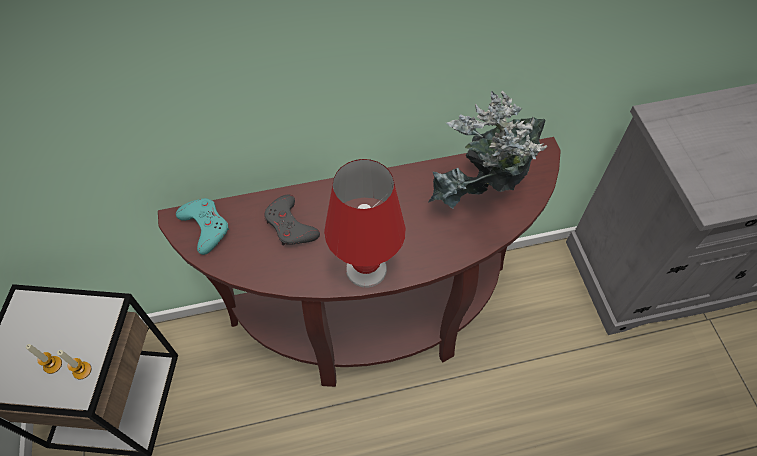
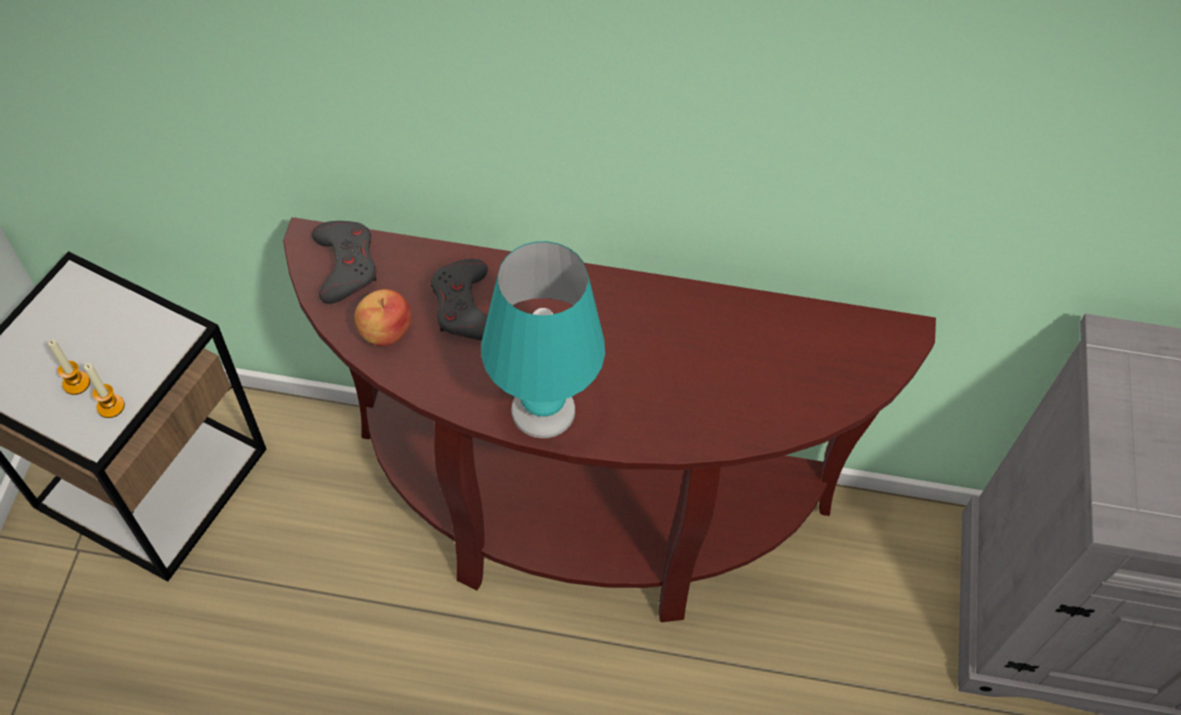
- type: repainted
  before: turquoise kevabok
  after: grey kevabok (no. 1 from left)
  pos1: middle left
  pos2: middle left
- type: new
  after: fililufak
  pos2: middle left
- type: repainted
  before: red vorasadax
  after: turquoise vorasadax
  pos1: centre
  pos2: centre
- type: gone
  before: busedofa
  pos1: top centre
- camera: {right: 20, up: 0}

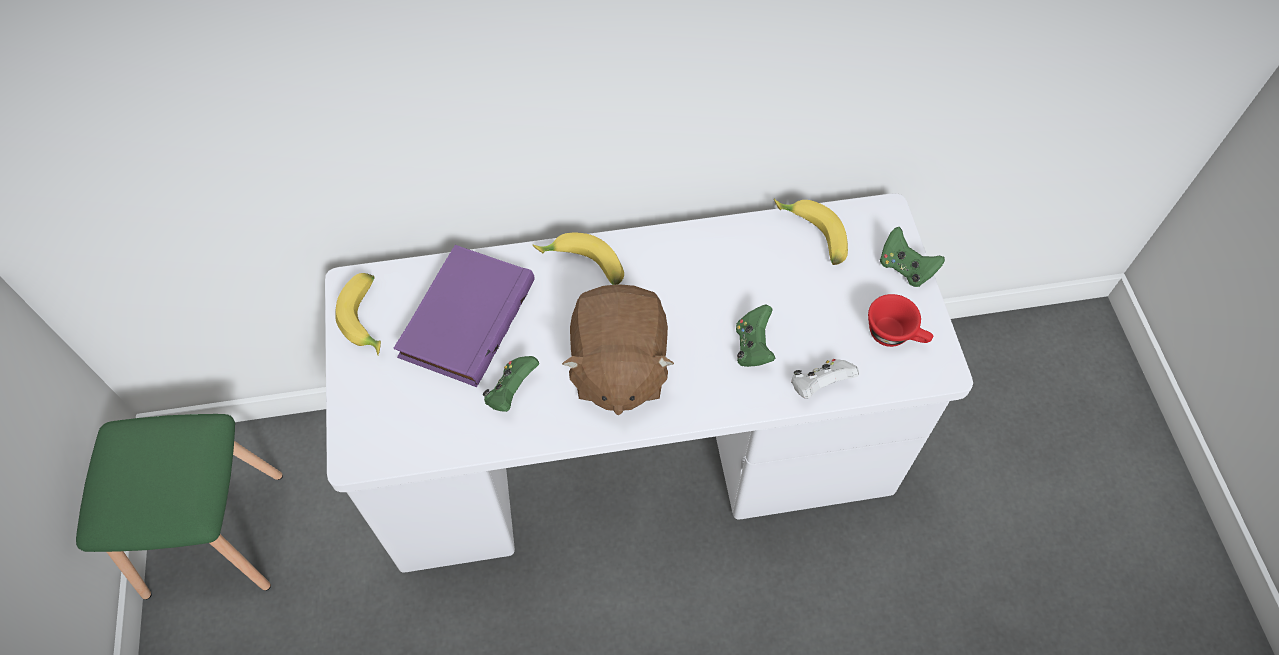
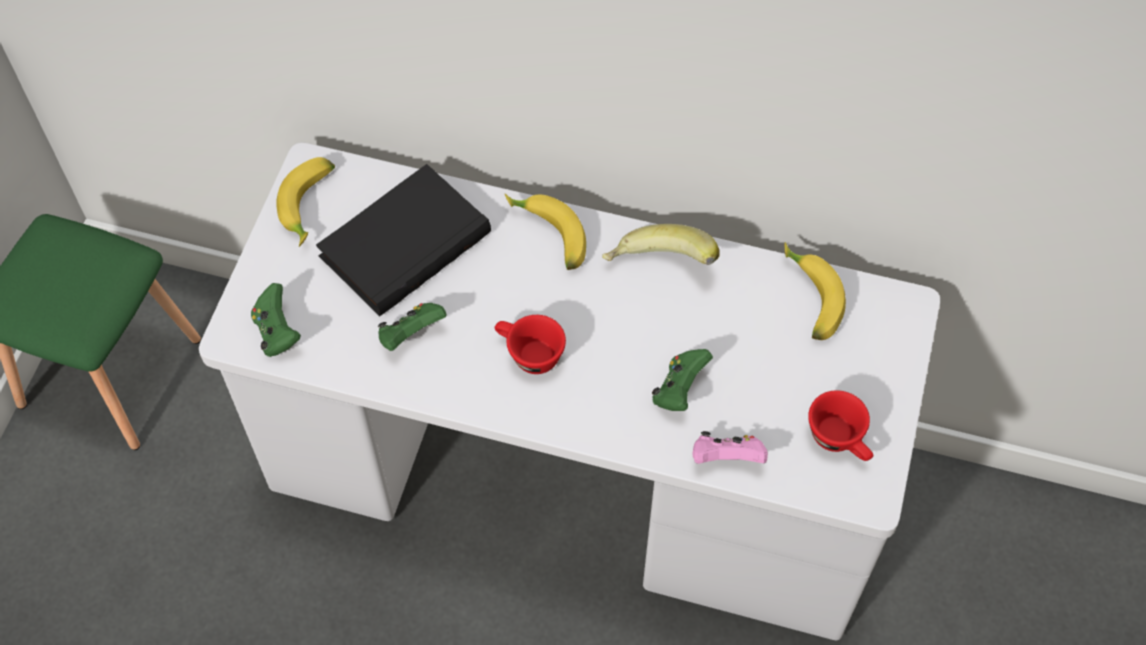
- type: shifted
  before: green kevabok (no. 3 from left in the first image)
  after: green kevabok (no. 1 from left)
  pos1: middle right
  pos2: middle left
- type: repainted
  before: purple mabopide
  after: black mabopide
  pos1: centre
  pos2: centre
- type: swapped
  before: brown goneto
  after: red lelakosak (no. 1 from left)
  pos1: centre
  pos2: centre
- type: new
  after: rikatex (no. 3 from left)
  pos2: centre
- type: repainted
  before: white kevabok
  after: pink kevabok
  pos1: centre
  pos2: bottom centre
- camera: {right: 25, up: 0}

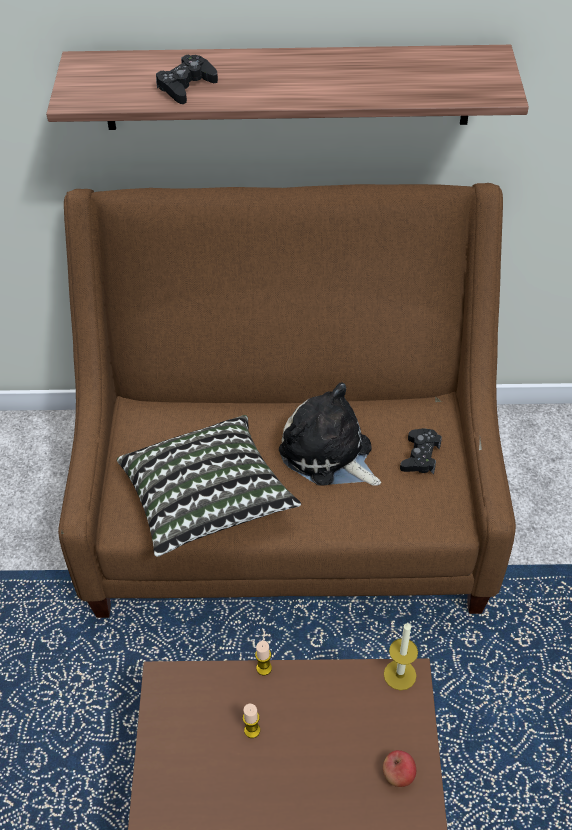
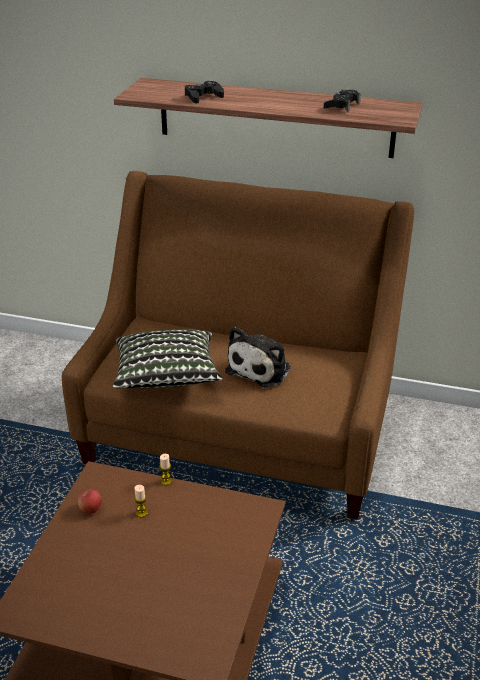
- type: shifted
  before: fililufak
  pos1: bottom right
  pos2: bottom left
- type: rotated
  before: goneto
  pos1: centre
  pos2: centre
  turn: -120
- type: shifted
  before: black kevabok (no. 2 from left)
  pos1: middle right
  pos2: top right
- type: gone
  before: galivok (no. 3 from left)
  pos1: bottom right
- camera: {right: 15, up: -15}

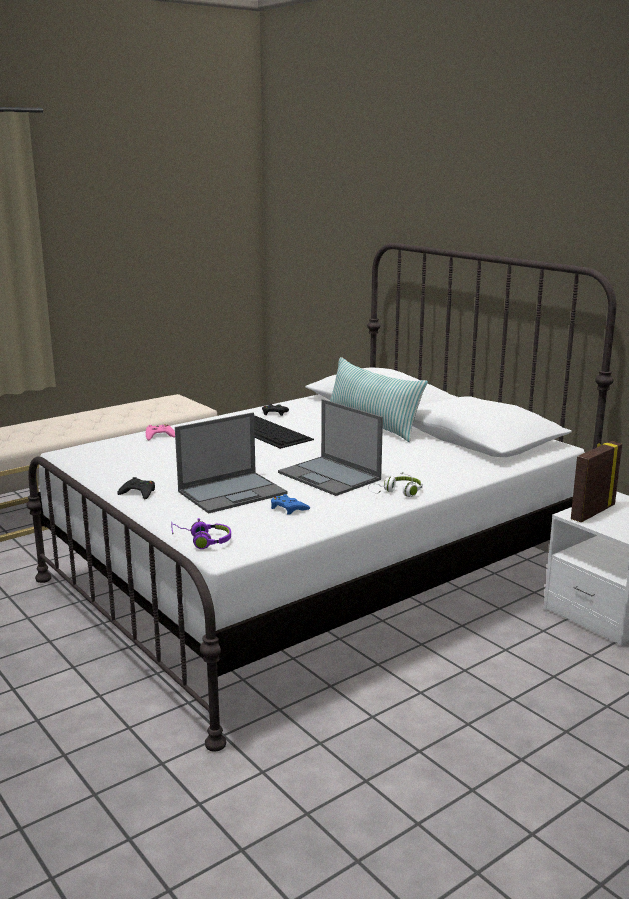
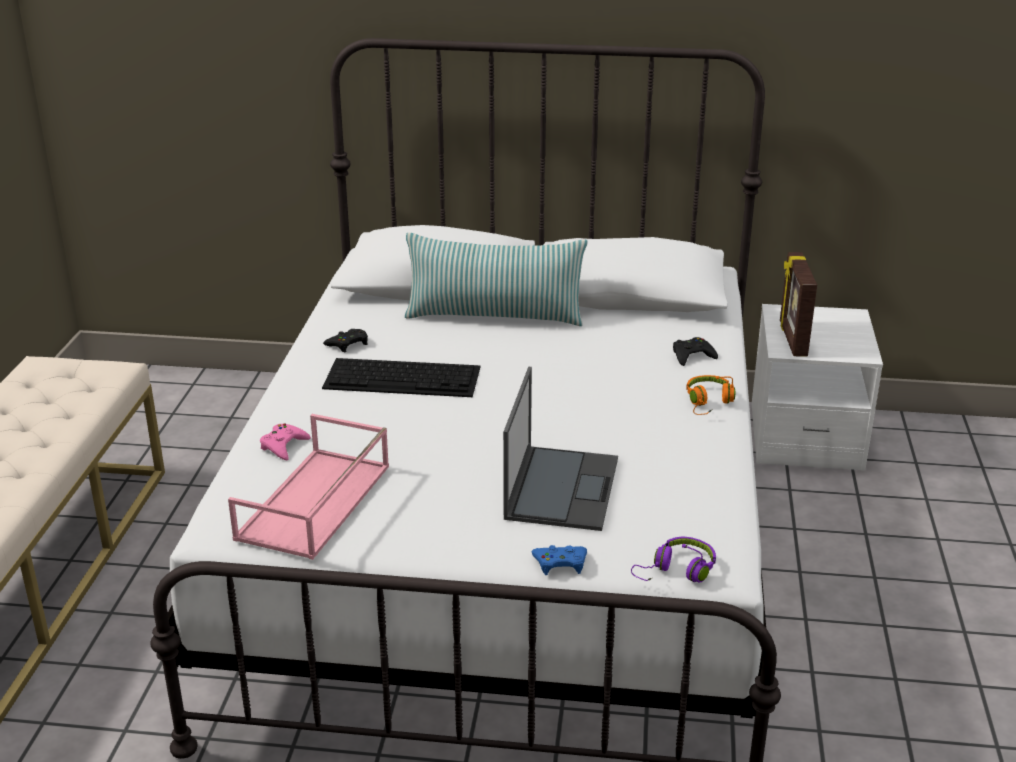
- type: new
  after: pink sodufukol
  pos2: middle left
- type: shifted
  before: blue kevabok
  pos1: centre
  pos2: bottom centre
- type: shifted
  before: black kevabok (no. 1 from left in the first image)
  after: black kevabok (no. 2 from left)
  pos1: middle left
  pos2: middle right
- type: repainted
  before: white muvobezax
  after: orange muvobezax
  pos1: centre
  pos2: middle right
- type: gone
  before: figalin (no. 2 from left)
  pos1: centre
- camera: {right: -45, up: 10}

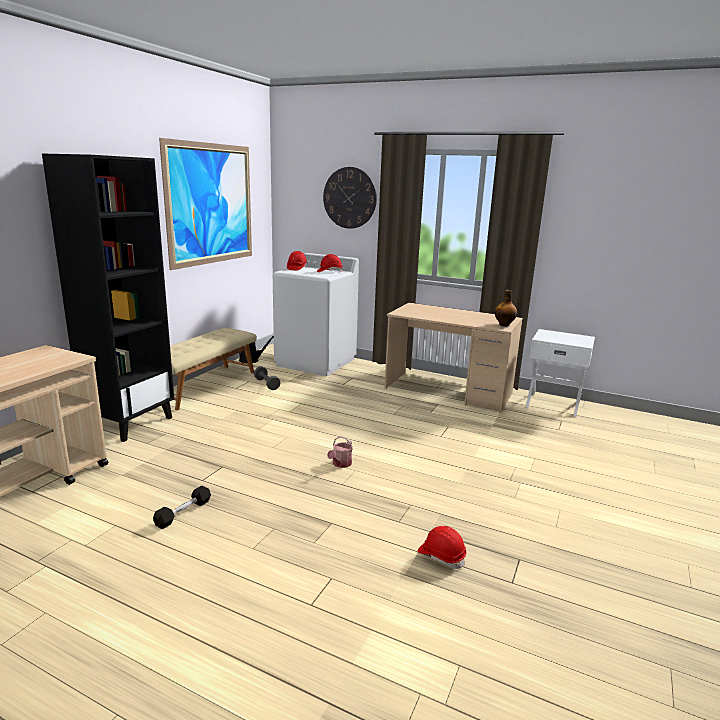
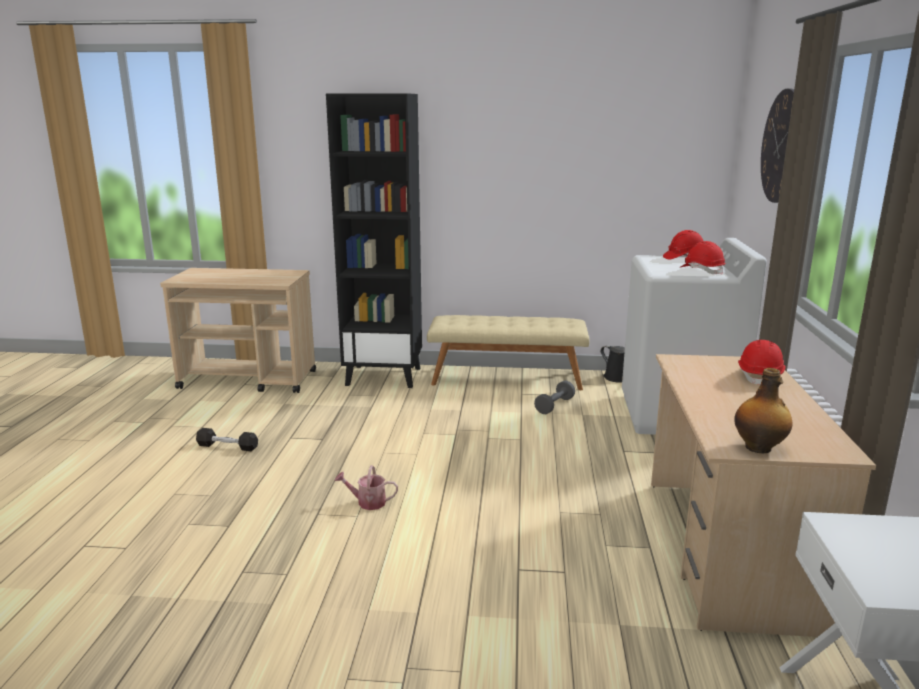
- type: shifted
  before: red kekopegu (no. 3 from left)
  pos1: bottom centre
  pos2: middle right
- type: gone
  before: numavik
  pos1: top left
- camera: {right: 70, up: 0}

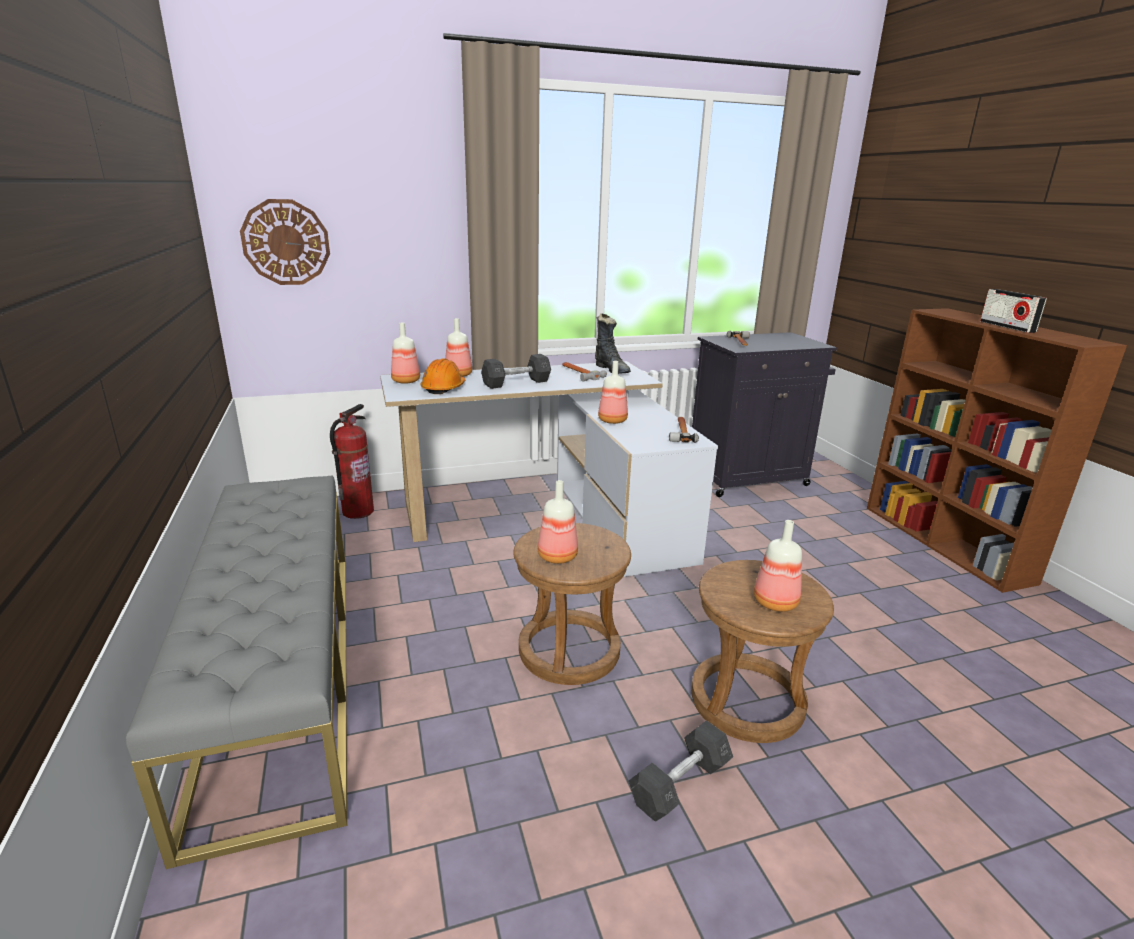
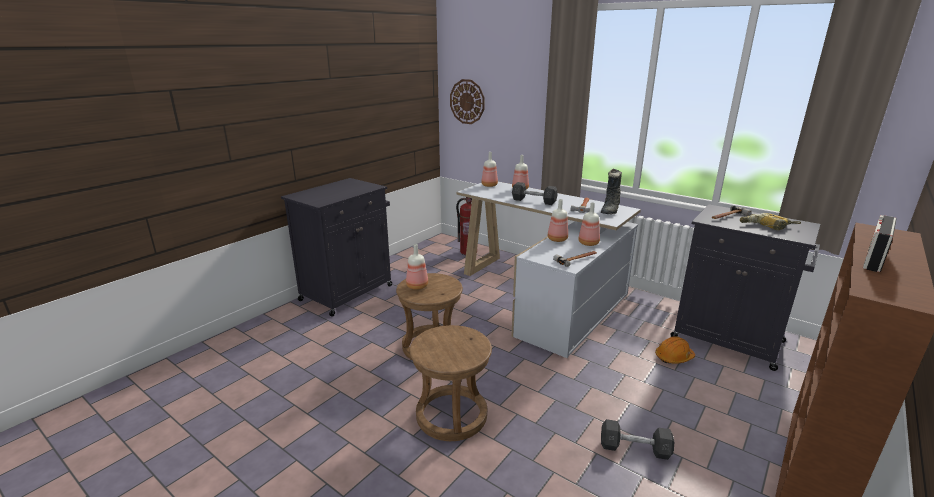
- type: swapped
  before: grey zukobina
  after: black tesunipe (no. 1 from left)
  pos1: bottom left
  pos2: centre
- type: shifted
  before: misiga (no. 5 from left)
  pos1: middle right
  pos2: centre
- type: shifted
  before: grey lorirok (no. 2 from left)
  pos1: bottom centre
  pos2: bottom right
- type: shifted
  before: orange kekopegu
  pos1: centre
  pos2: bottom right
- type: new
  after: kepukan
  pos2: middle right
- camera: {right: 55, up: 0}

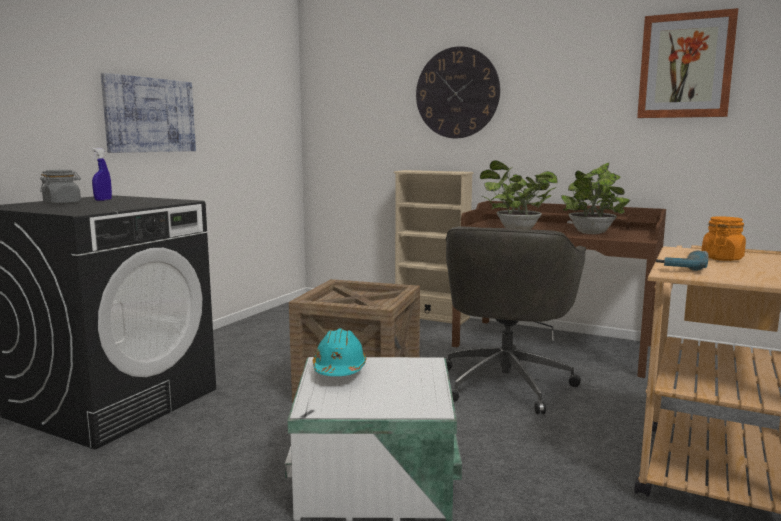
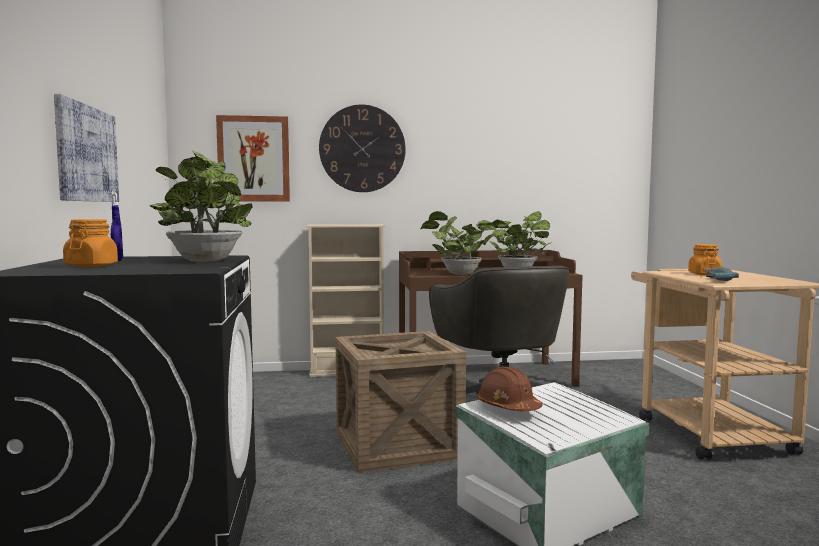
- type: repainted
  before: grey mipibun
  after: orange mipibun (no. 1 from left)
  pos1: middle left
  pos2: middle left
- type: new
  after: busedofa (no. 1 from left)
  pos2: middle left
- type: shifted
  before: numavik (no. 2 from left)
  pos1: top right
  pos2: top left
- type: repainted
  before: turquoise kekopegu
  after: brown kekopegu
  pos1: bottom centre
  pos2: bottom centre
- camera: {right: -35, up: -5}

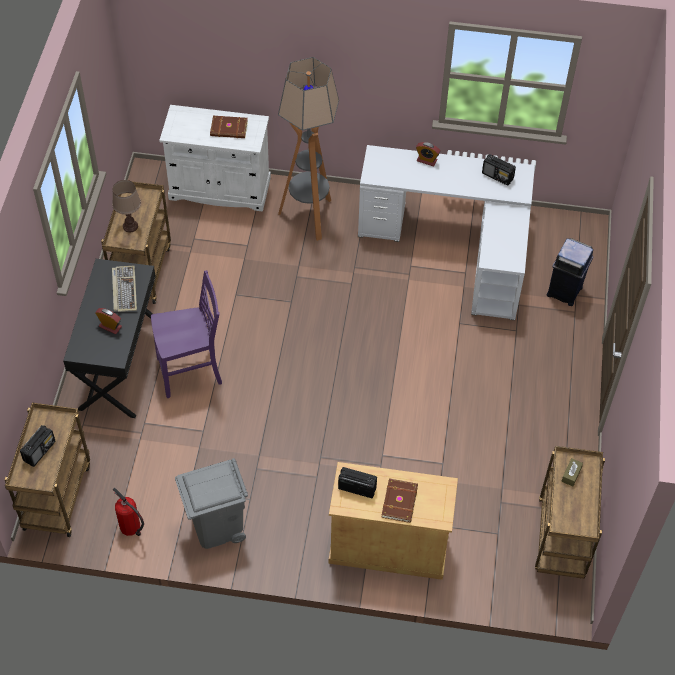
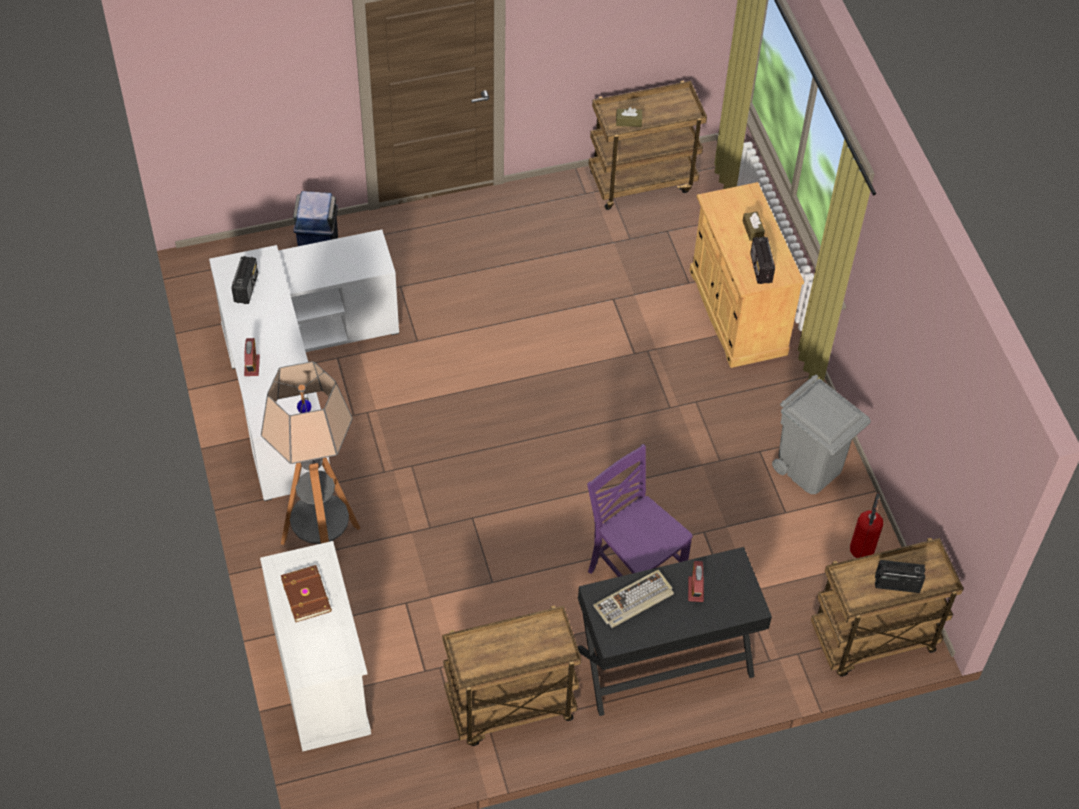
- type: swapped
  before: brown mabopide (no. 2 from left)
  after: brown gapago (no. 2 from left)
  pos1: bottom centre
  pos2: top right
- type: gone
  before: brown vorasadax
  pos1: top left
- camera: {right: -115, up: 0}

